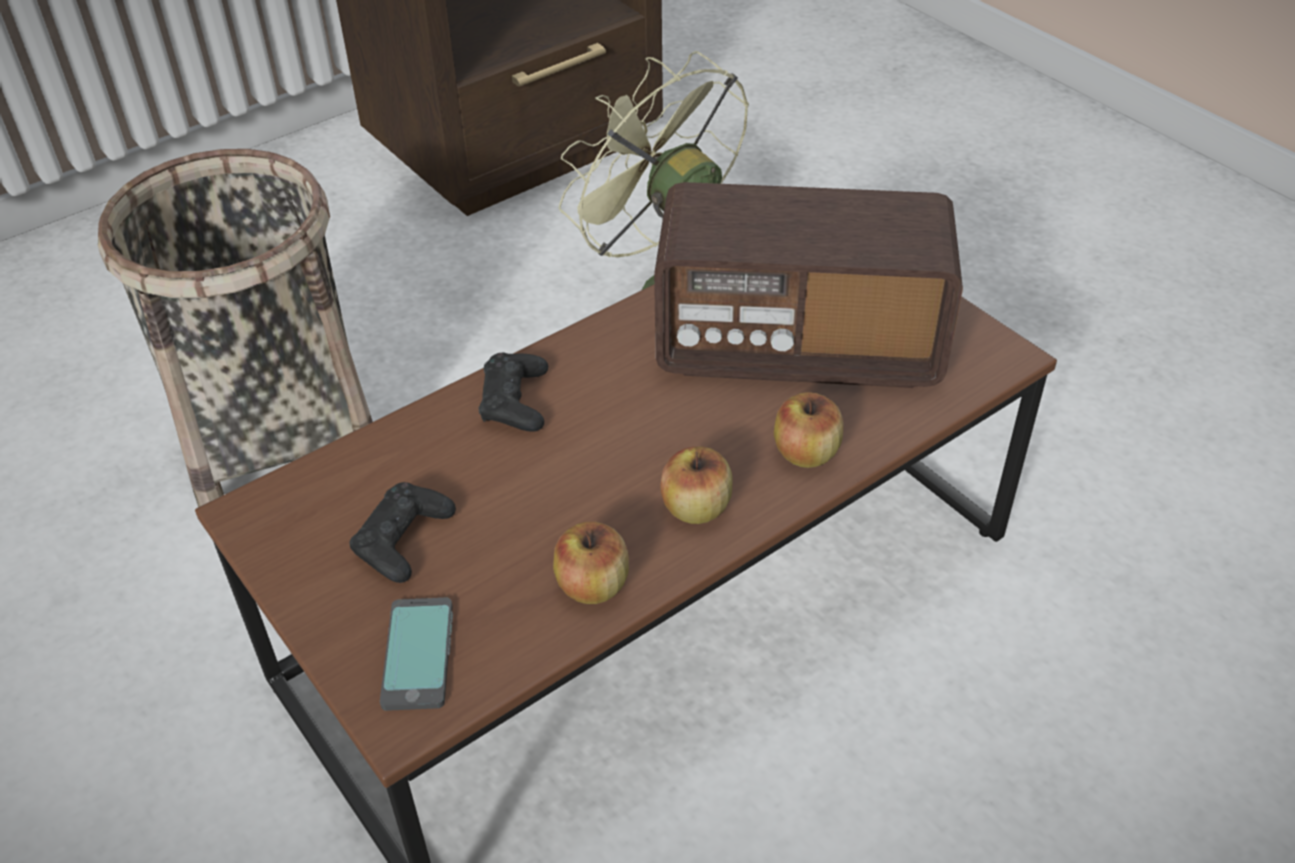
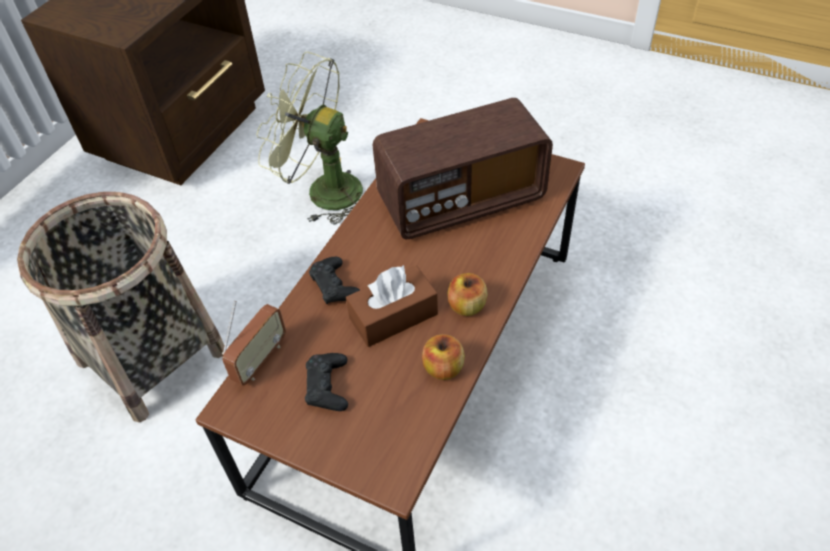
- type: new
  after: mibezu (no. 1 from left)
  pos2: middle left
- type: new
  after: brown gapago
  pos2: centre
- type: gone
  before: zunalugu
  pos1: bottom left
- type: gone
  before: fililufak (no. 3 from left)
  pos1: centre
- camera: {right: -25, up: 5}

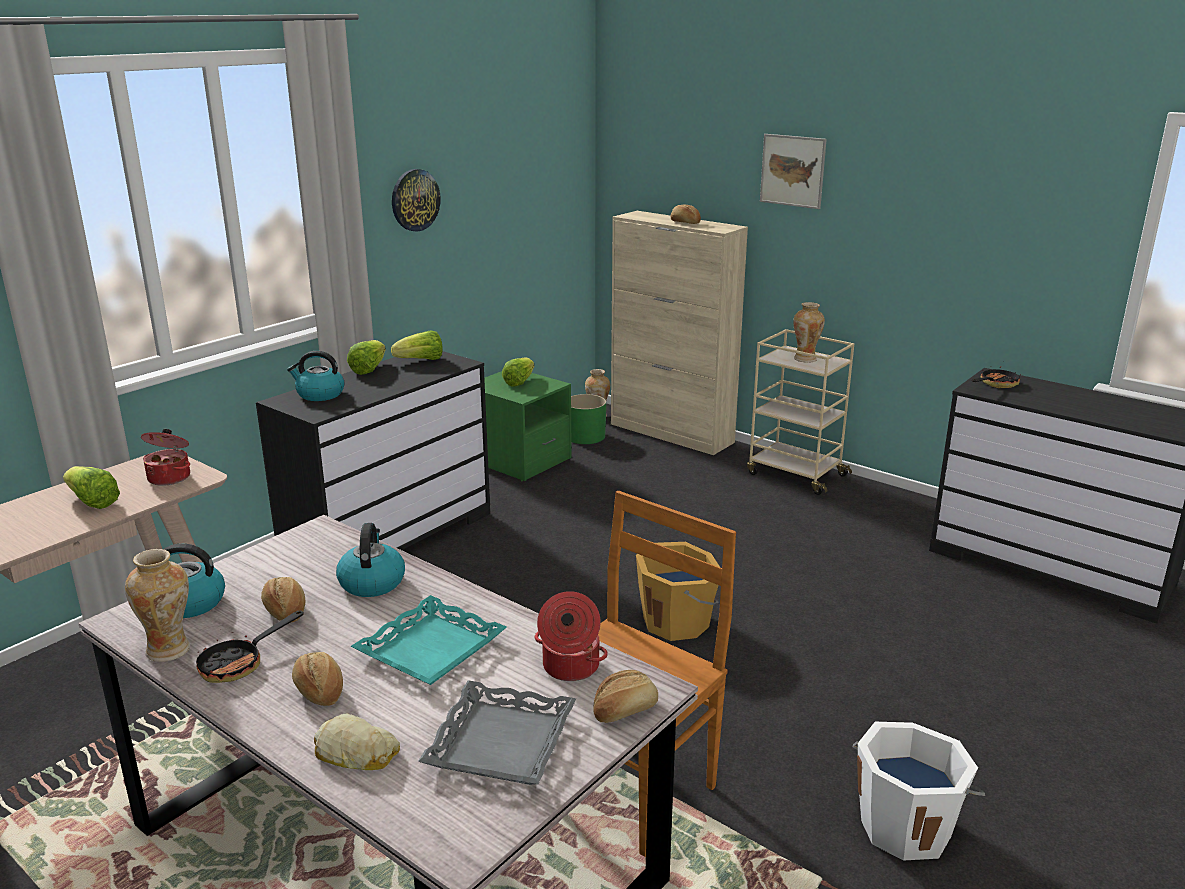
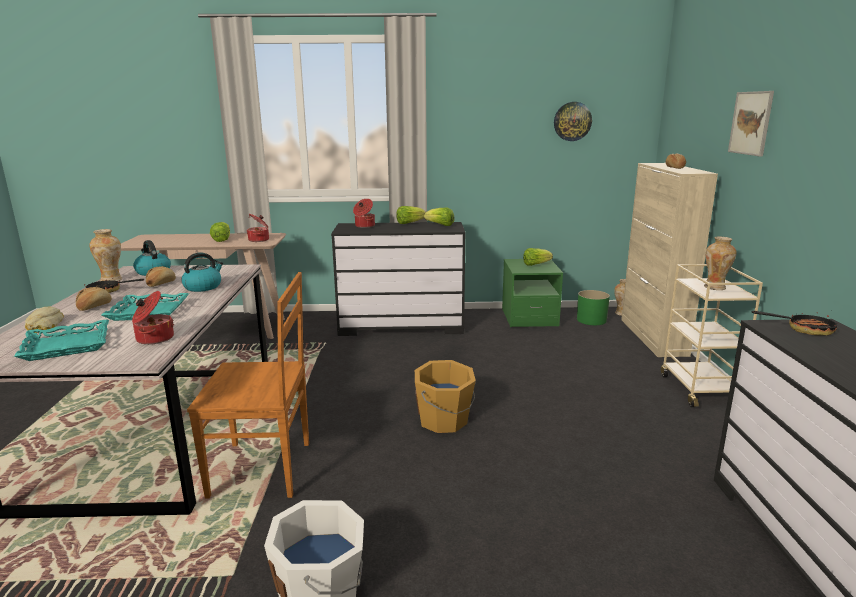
- type: repainted
  before: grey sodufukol
  after: turquoise sodufukol (no. 1 from left)
  pos1: bottom centre
  pos2: middle left
- type: swapped
  before: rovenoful (no. 2 from left)
  after: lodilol (no. 3 from left)
  pos1: middle left
  pos2: centre
- type: shifted
  before: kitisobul
  pos1: top centre
  pos2: top right
- type: gone
  before: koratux (no. 4 from left)
  pos1: bottom centre
- camera: {right: 50, up: -5}

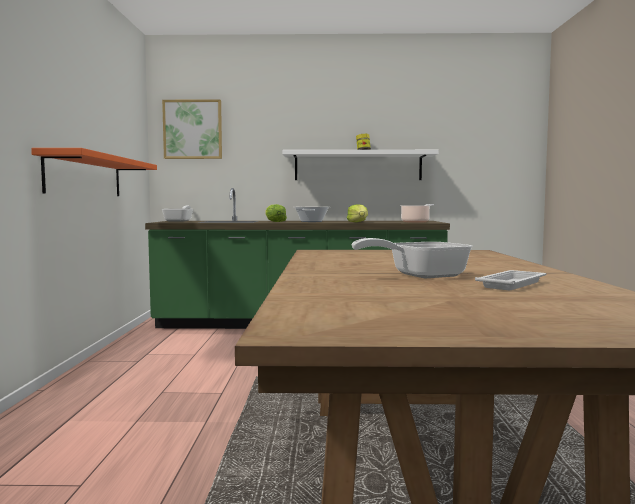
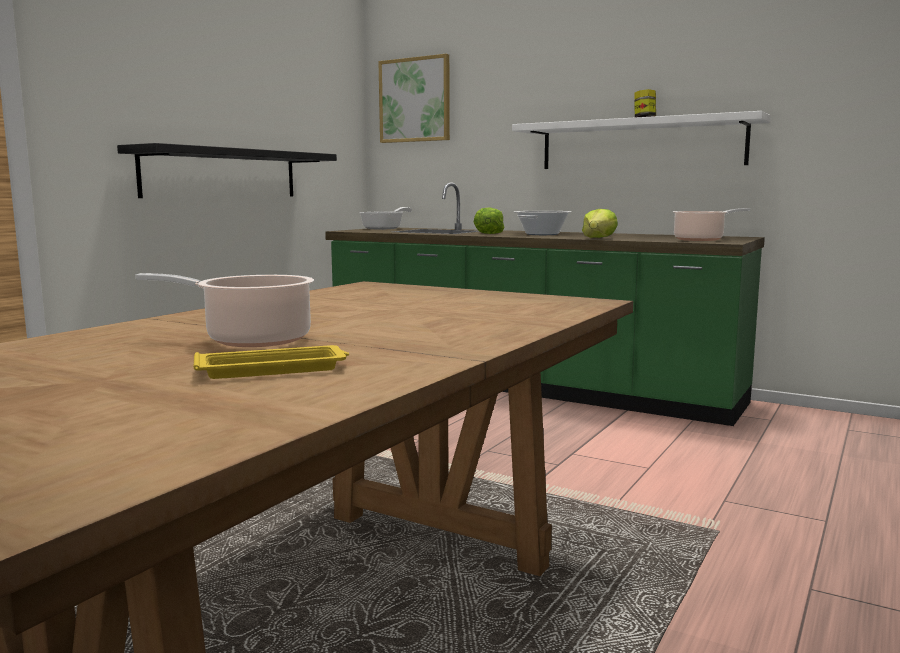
- type: repainted
  before: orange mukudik
  after: black mukudik
  pos1: middle left
  pos2: top left
- type: swapped
  before: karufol (no. 2 from left)
  after: lodilol (no. 1 from left)
  pos1: centre
  pos2: middle left
- type: repainted
  before: white sodufukol
  after: yellow sodufukol
  pos1: middle right
  pos2: middle left
- camera: {right: 30, up: 5}

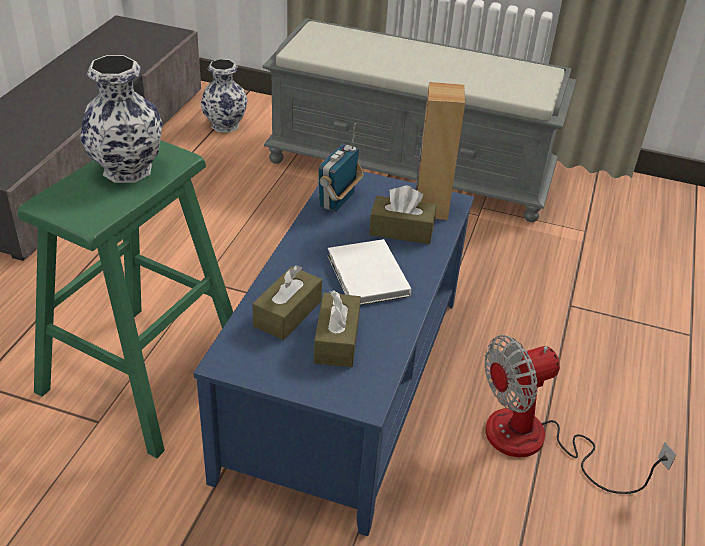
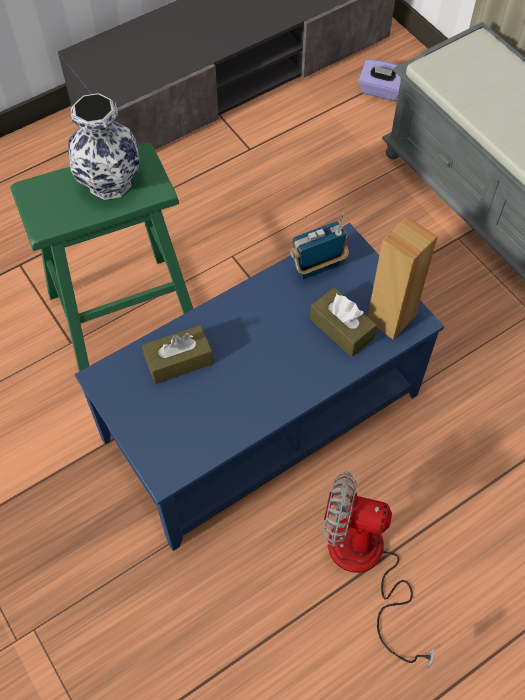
- type: swapped
  before: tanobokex (no. 2 from left)
  after: purple gapago
  pos1: top left
  pos2: top right
- type: gone
  before: brown gapago (no. 2 from left)
  pos1: centre
- type: gone
  before: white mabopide
  pos1: centre
- camera: {right: 40, up: 20}

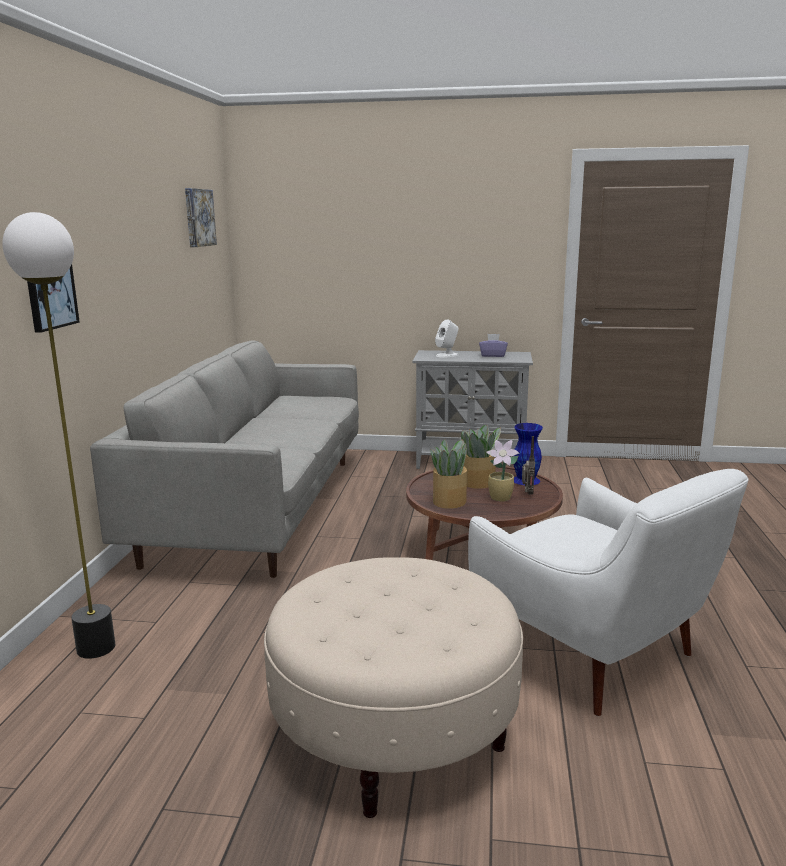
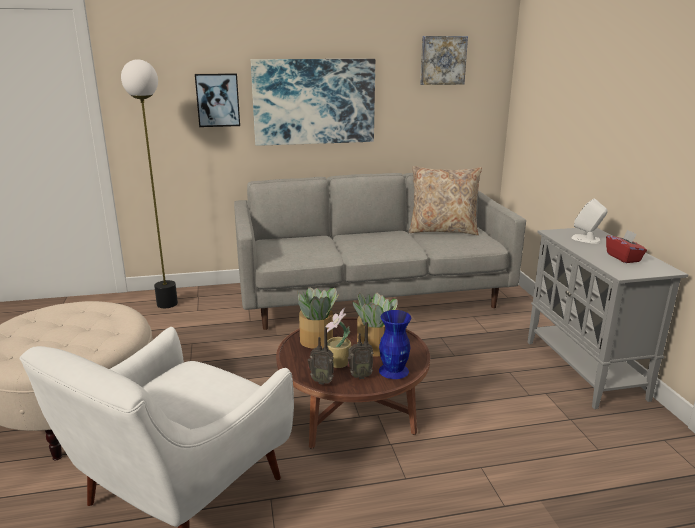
- type: new
  after: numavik (no. 2 from left)
  pos2: top centre
- type: new
  after: mibezu (no. 1 from left)
  pos2: bottom centre
- type: new
  after: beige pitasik
  pos2: centre
- type: repainted
  before: purple gapago
  after: red gapago
  pos1: centre
  pos2: middle right
- camera: {right: 70, up: 5}

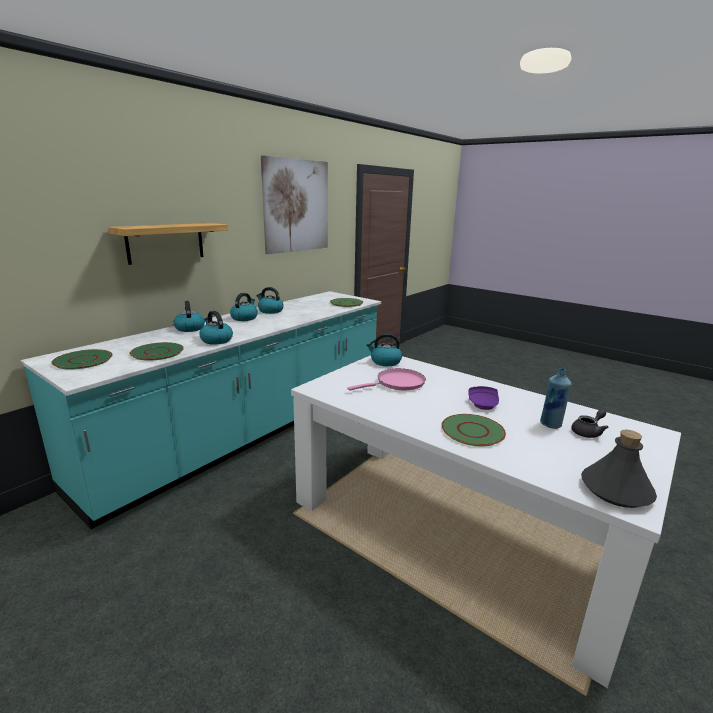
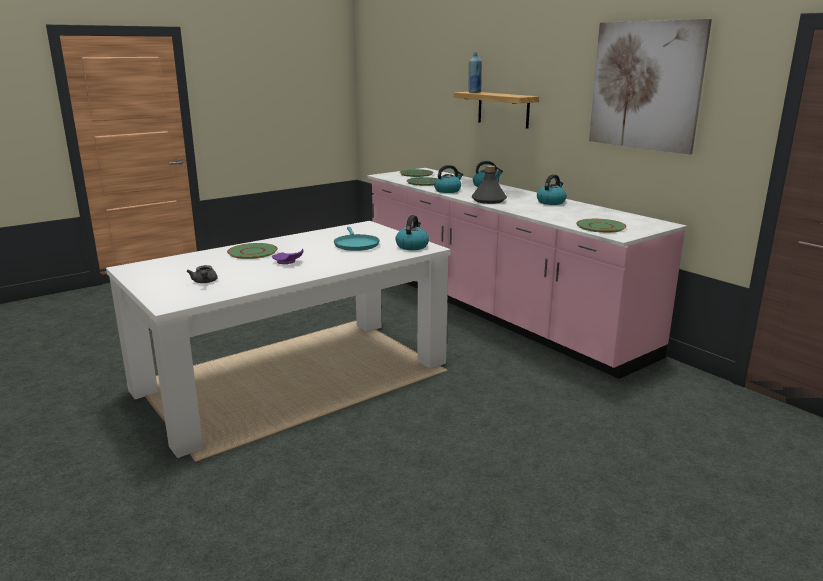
- type: repainted
  before: pink karufol
  after: turquoise karufol
  pos1: centre
  pos2: centre
- type: repainted
  before: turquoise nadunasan
  after: pink nadunasan
  pos1: middle left
  pos2: centre
- type: shifted
  before: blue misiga
  pos1: middle right
  pos2: top centre
- type: shifted
  before: grey misiga
  pos1: middle right
  pos2: top centre
- type: gone
  before: rovenoful (no. 3 from left)
  pos1: centre
- camera: {right: 105, up: 0}

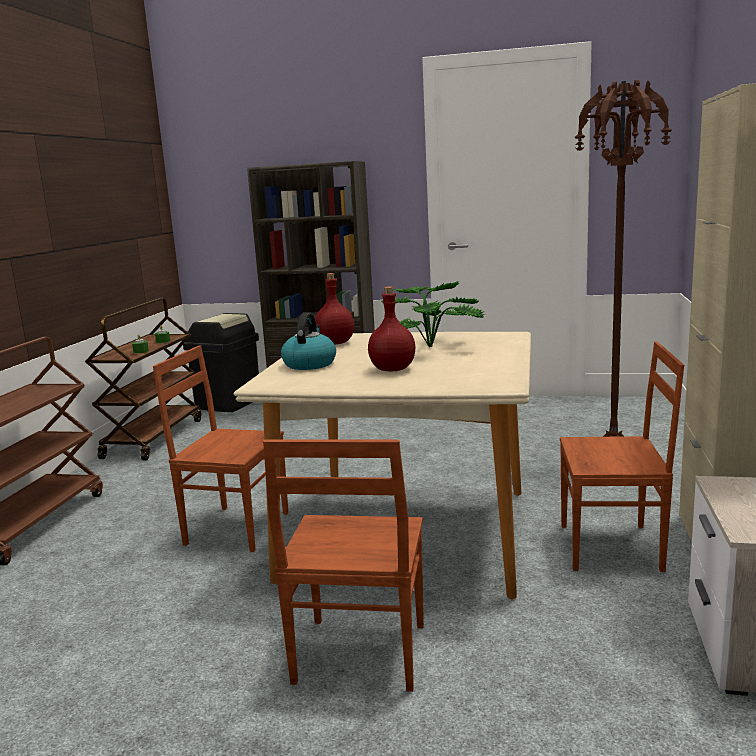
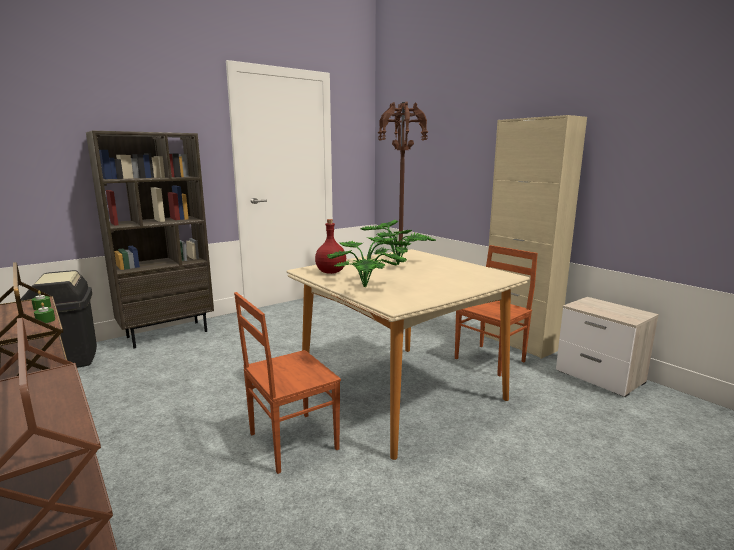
- type: swapped
  before: rovenoful
  after: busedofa (no. 1 from left)
  pos1: centre
  pos2: centre
- type: gone
  before: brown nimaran (no. 2 from left)
  pos1: bottom centre
- type: gone
  before: red misiga (no. 2 from left)
  pos1: centre
- camera: {right: -50, up: 0}

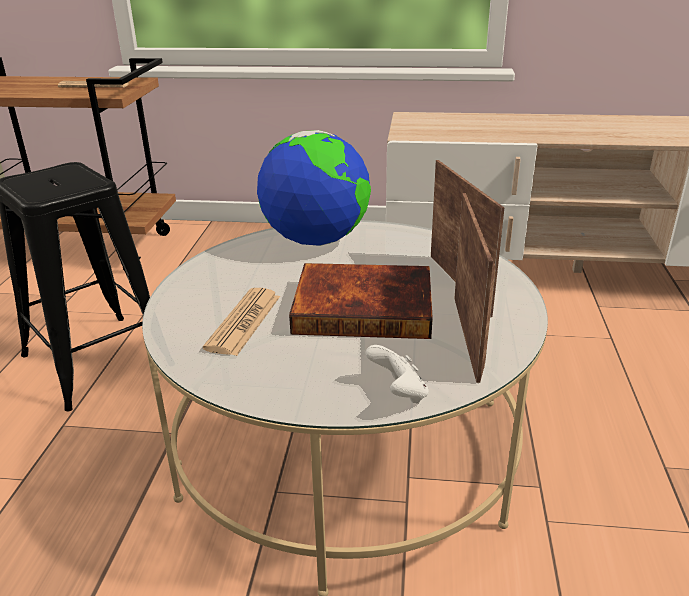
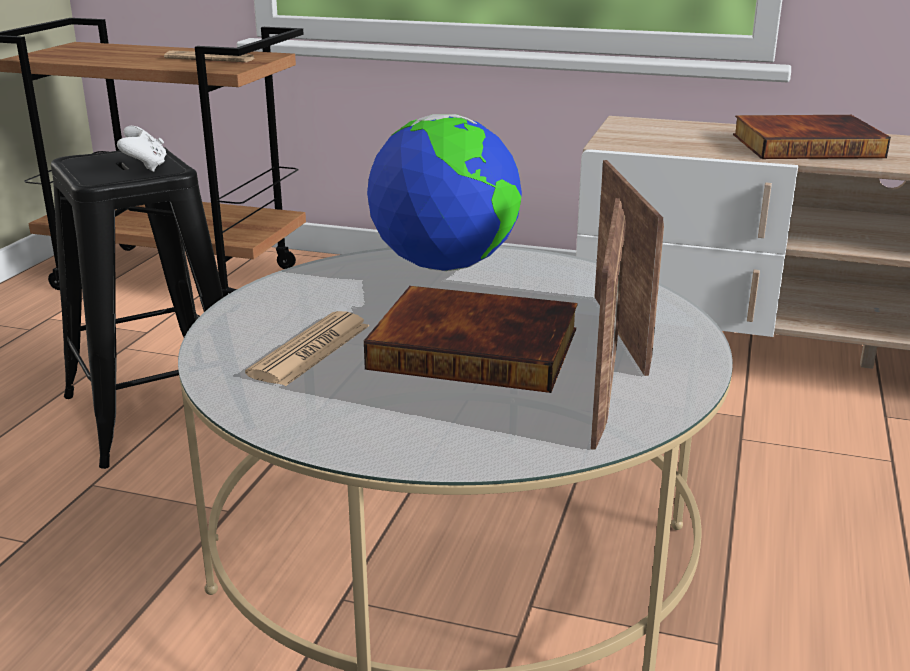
- type: shifted
  before: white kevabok
  pos1: centre
  pos2: top left
- type: new
  after: mabopide (no. 2 from left)
  pos2: top right
- camera: {right: 10, up: -5}

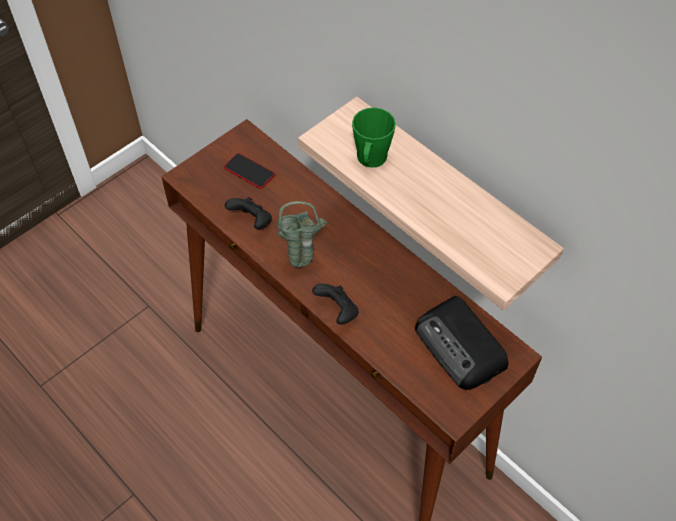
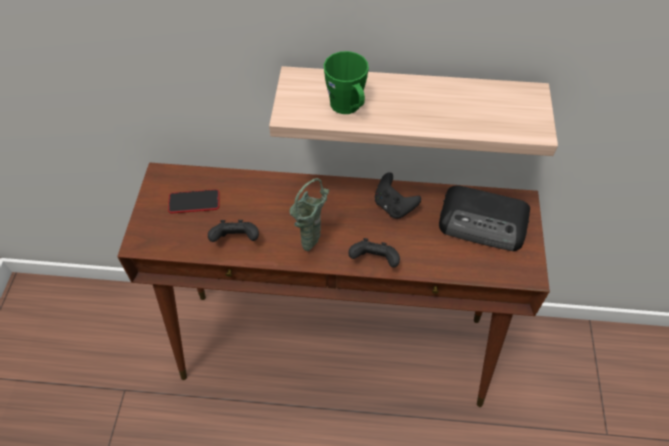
- type: new
  after: black kevabok (no. 3 from left)
  pos2: centre
- camera: {right: -40, up: 0}

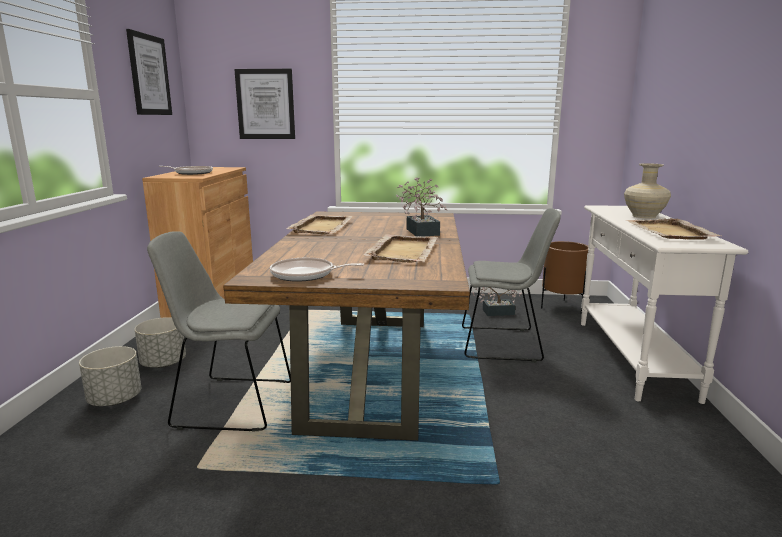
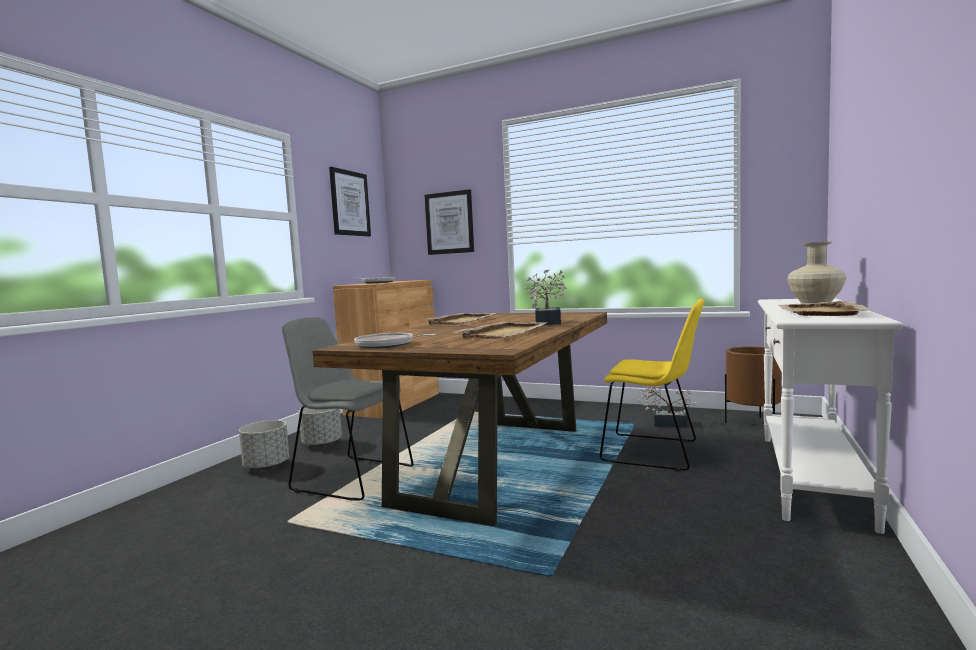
- type: repainted
  before: grey nimaran (no. 2 from left)
  after: yellow nimaran
  pos1: centre
  pos2: middle right
- camera: {right: 20, up: -10}

